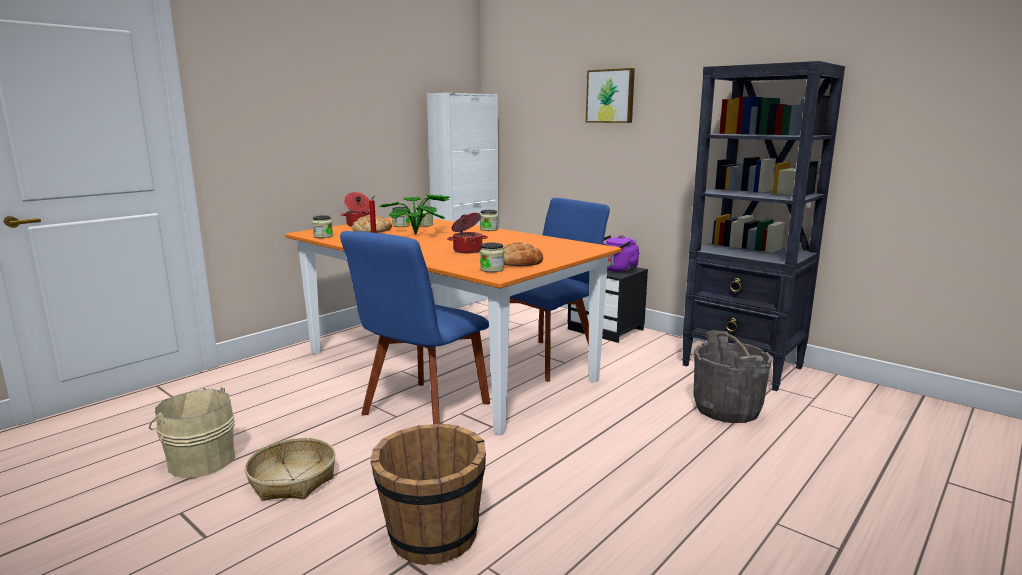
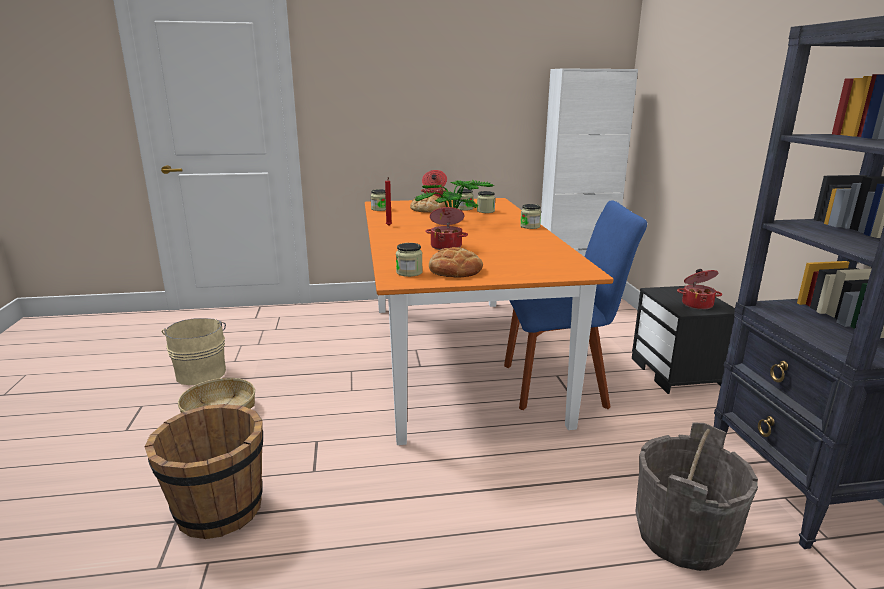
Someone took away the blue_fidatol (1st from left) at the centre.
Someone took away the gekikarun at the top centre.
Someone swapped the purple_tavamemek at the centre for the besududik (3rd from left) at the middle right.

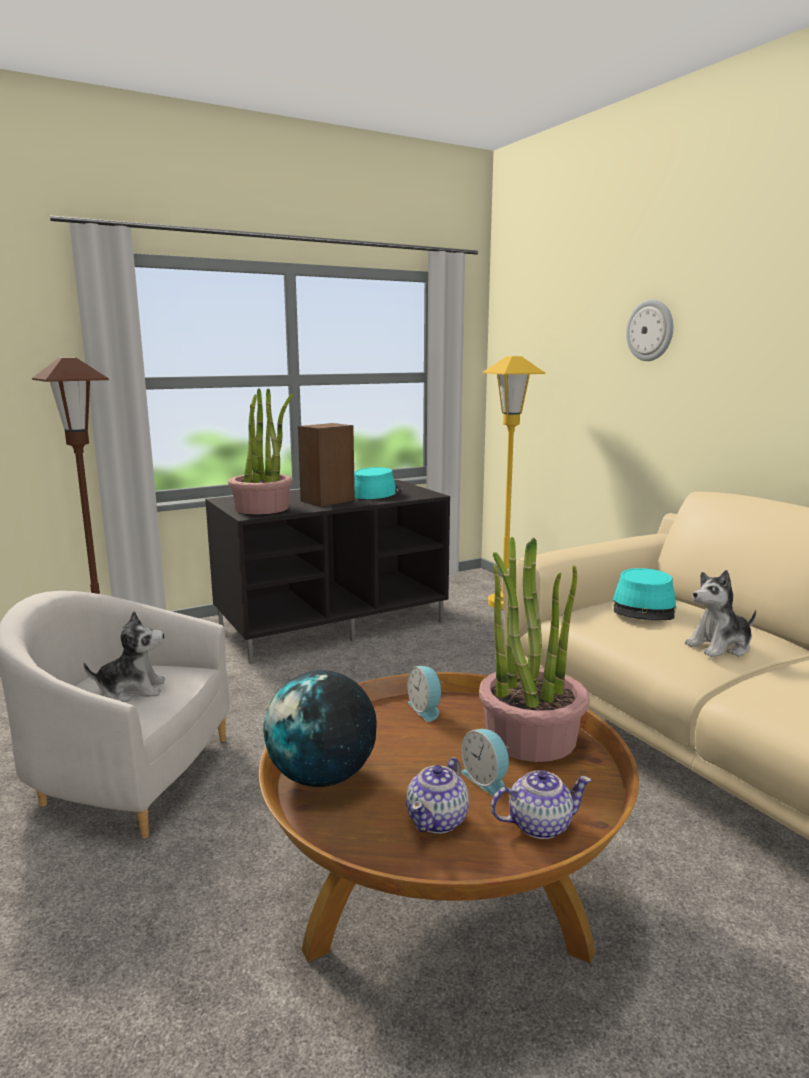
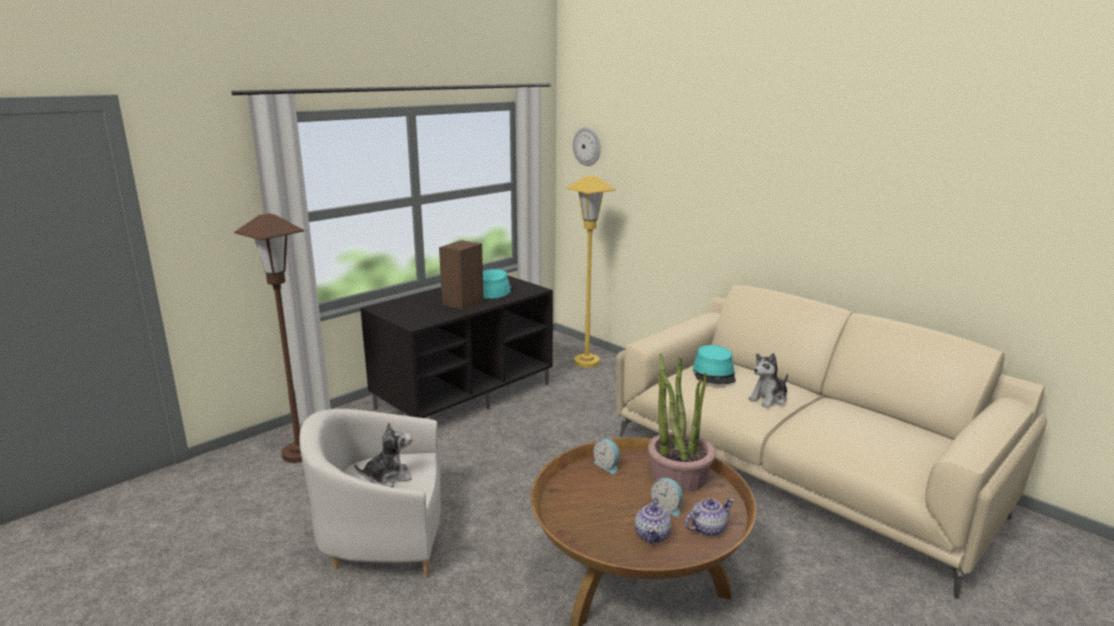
Someone took away the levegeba (1st from left) at the middle left.
Someone took away the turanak at the bottom centre.
Someone carried the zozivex from the top right to the top centre.

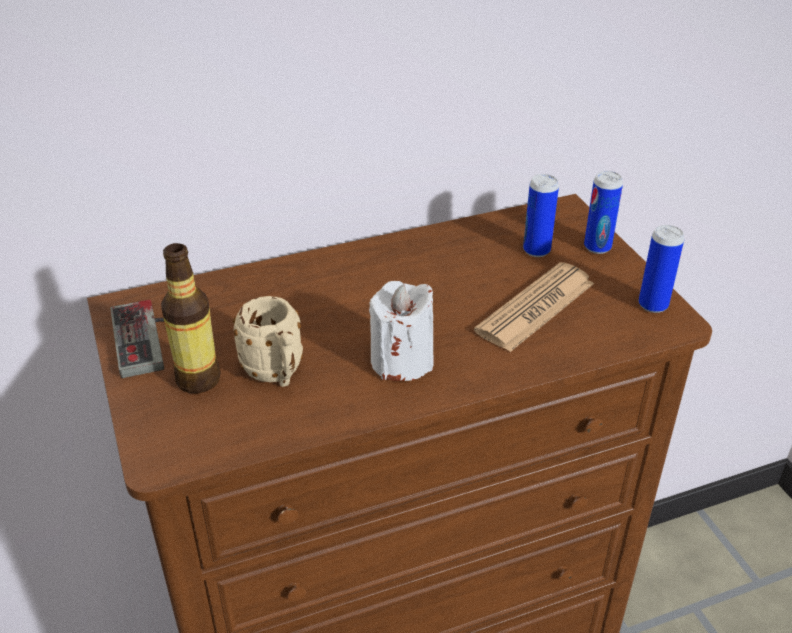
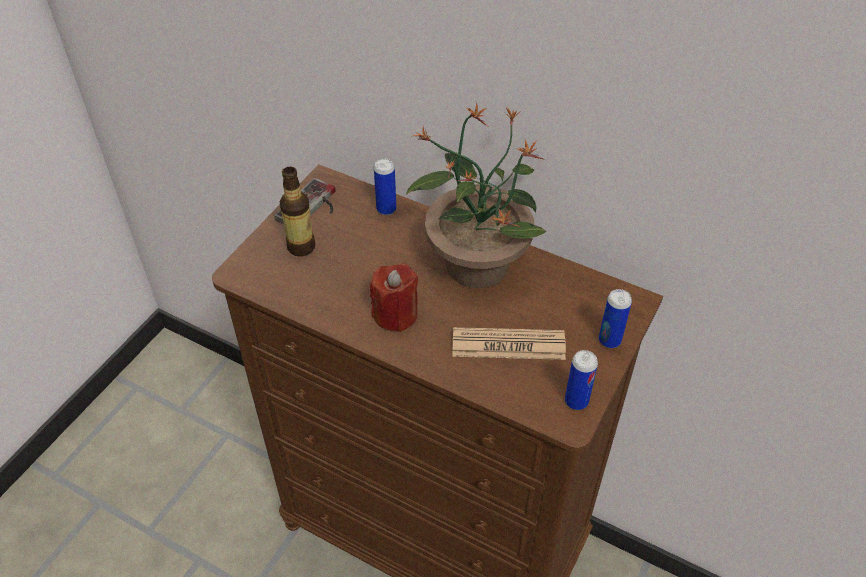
Someone took away the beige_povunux at the centre.
Someone repainted the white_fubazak at the centre, which became the red_fubazak at the centre.
Someone carried the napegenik (1st from left) from the middle right to the top centre.
Someone put down the levegeba at the centre.

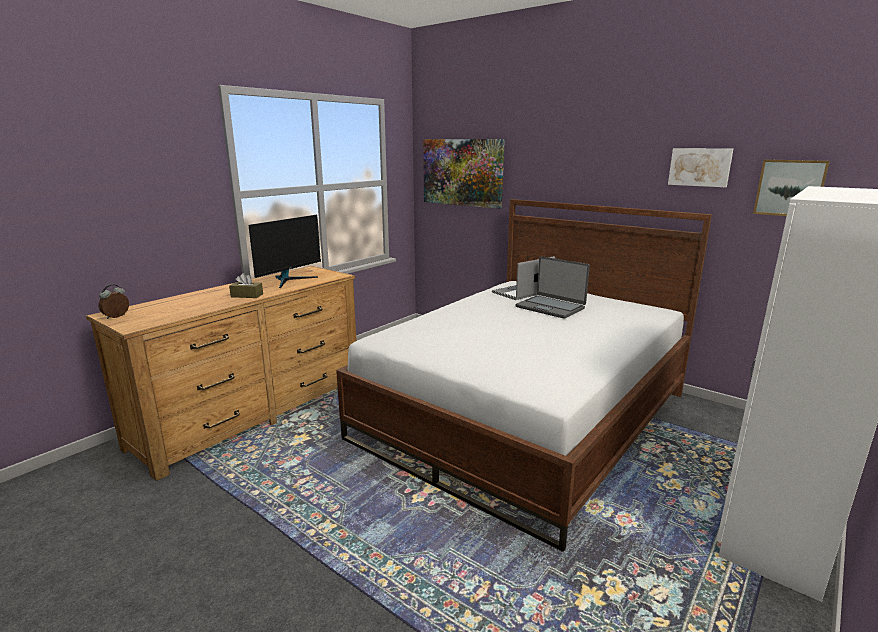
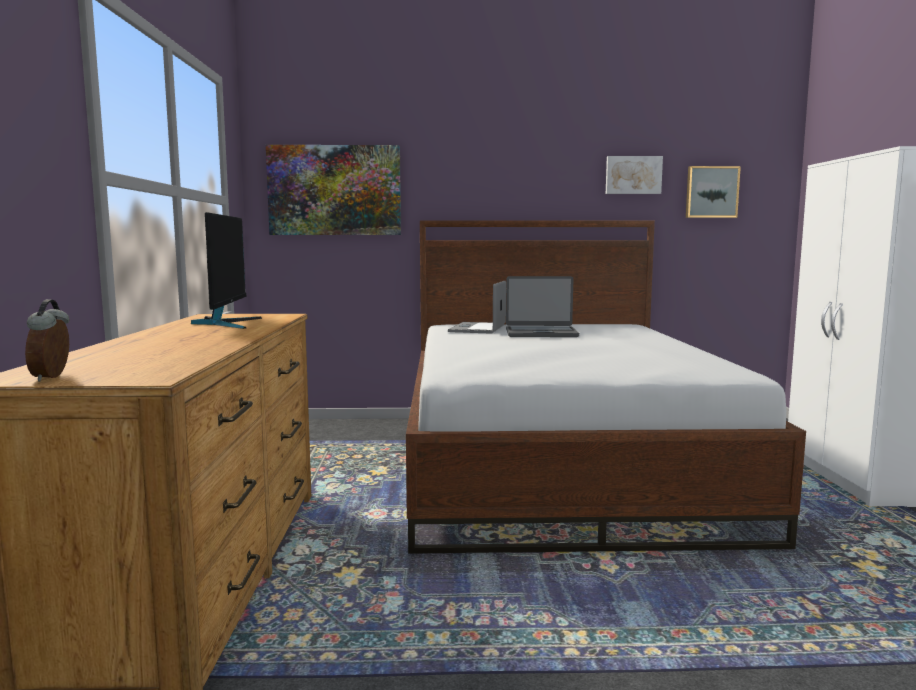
Someone took away the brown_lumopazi at the middle left.

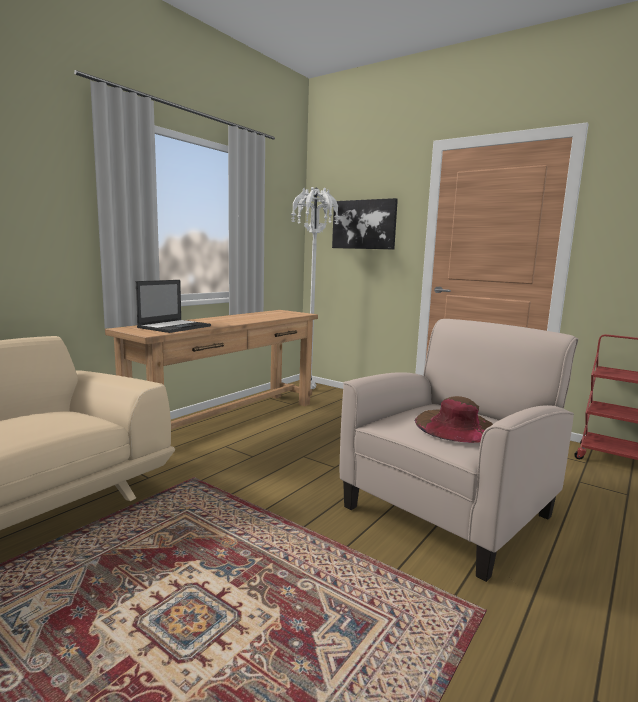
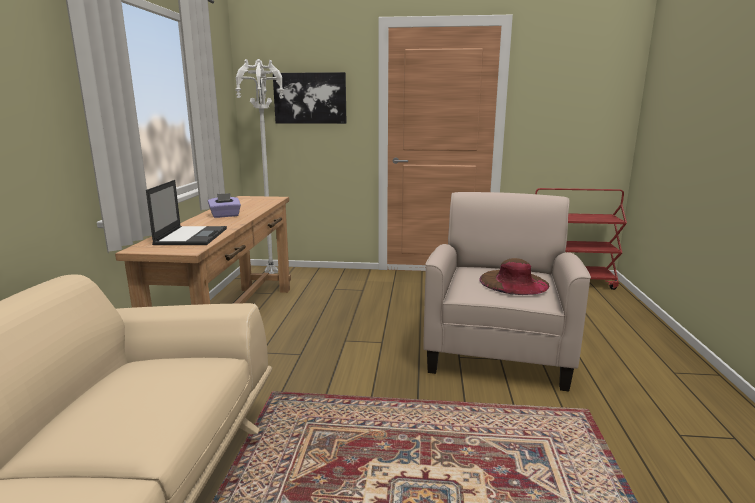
Someone put down the purple_lumopazi at the middle left.

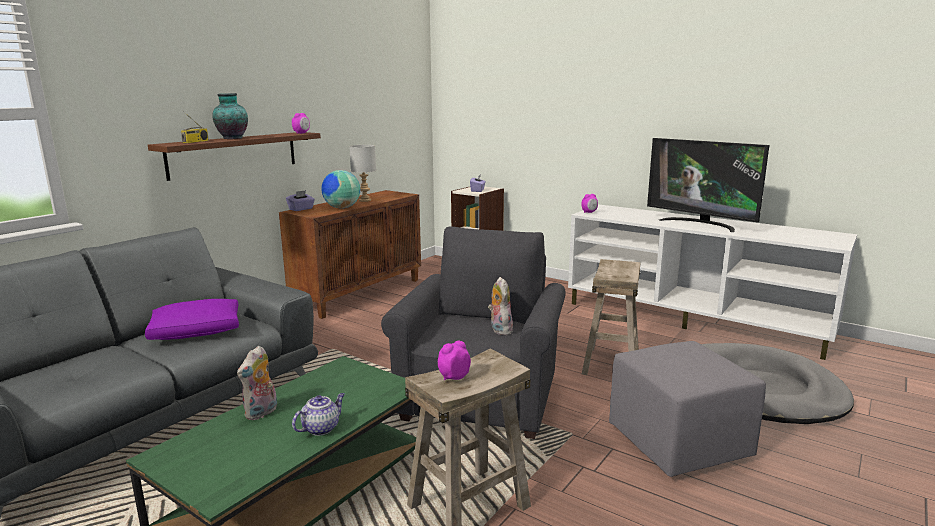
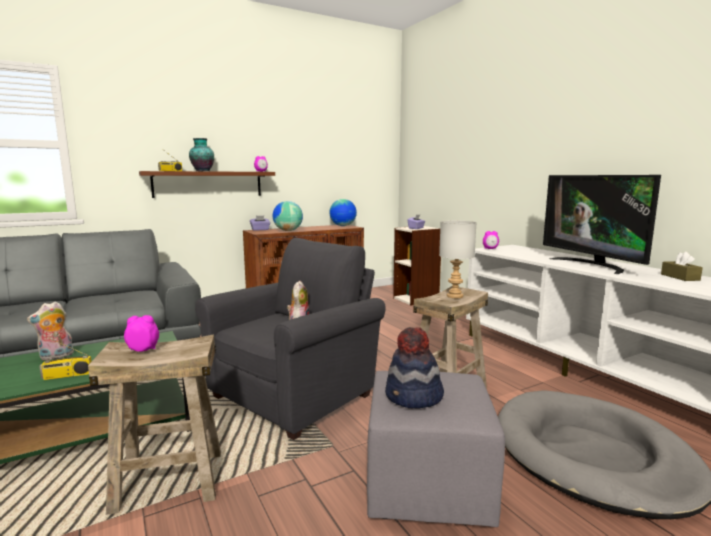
Someone took away the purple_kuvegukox at the middle left.
Someone swapped the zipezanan at the bottom centre for the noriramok (1st from left) at the bottom left.
Someone carried the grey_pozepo from the top centre to the centre.
Someone put down the turanak (2nd from left) at the centre.
Someone put down the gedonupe at the bottom centre.
Someone put down the brown_lumopazi at the middle right.

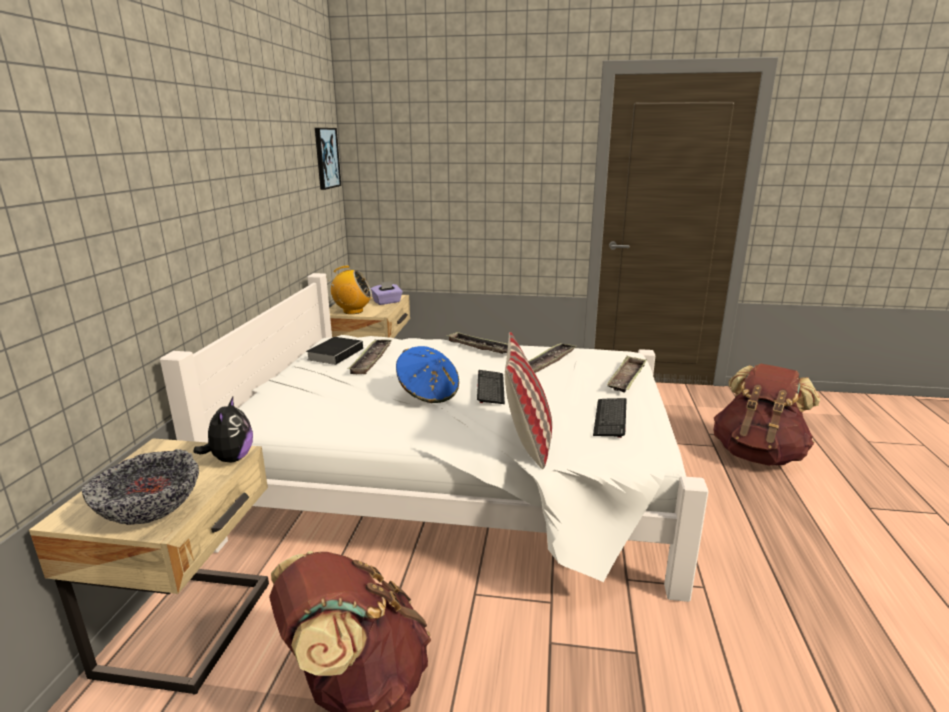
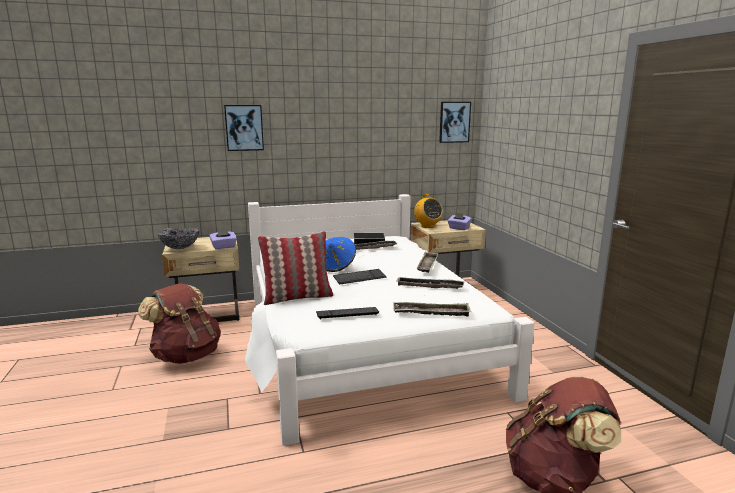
Someone swapped the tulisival at the middle left for the purple_lumopazi (1st from left) at the middle left.
Someone put up the gekikarun (1st from left) at the top left.

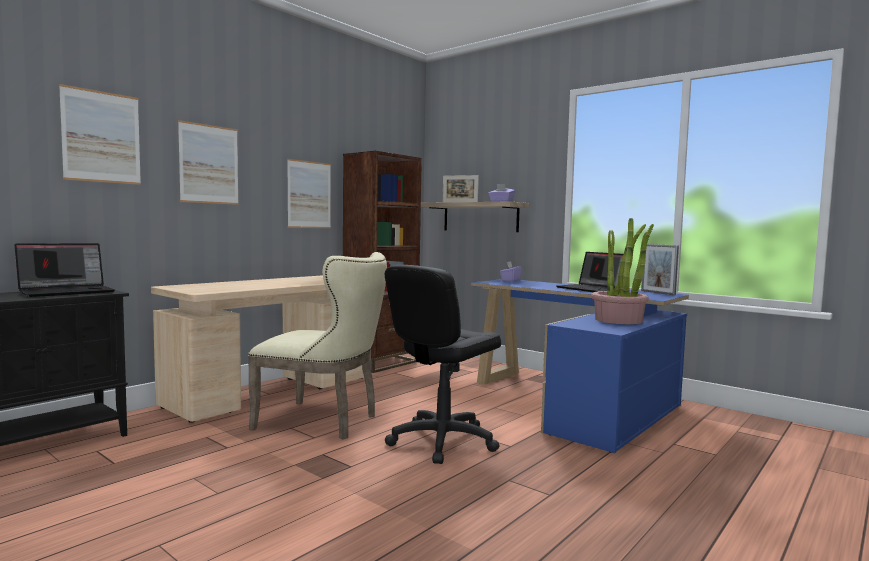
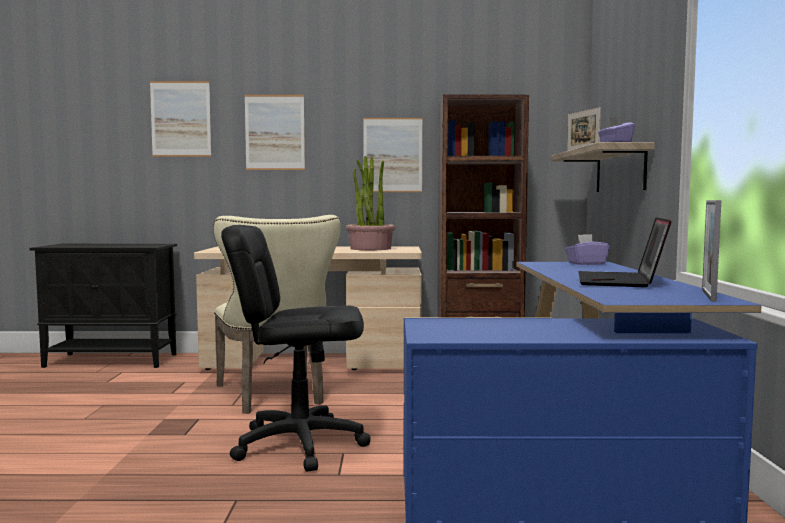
Someone took away the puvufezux (1st from left) at the middle left.
Someone carried the levegeba from the middle right to the centre.

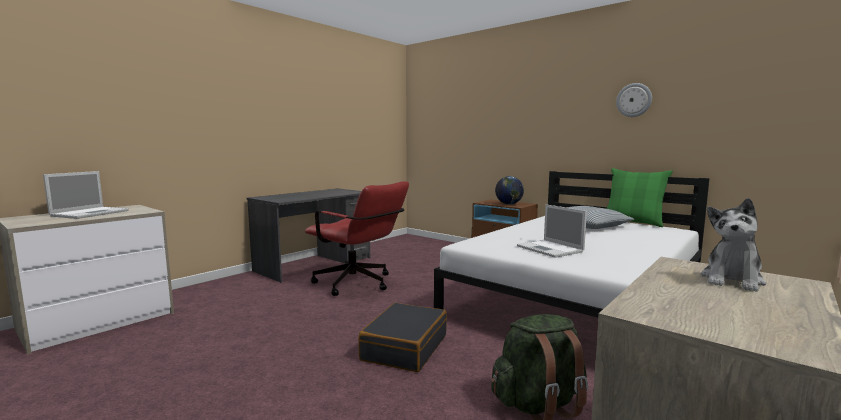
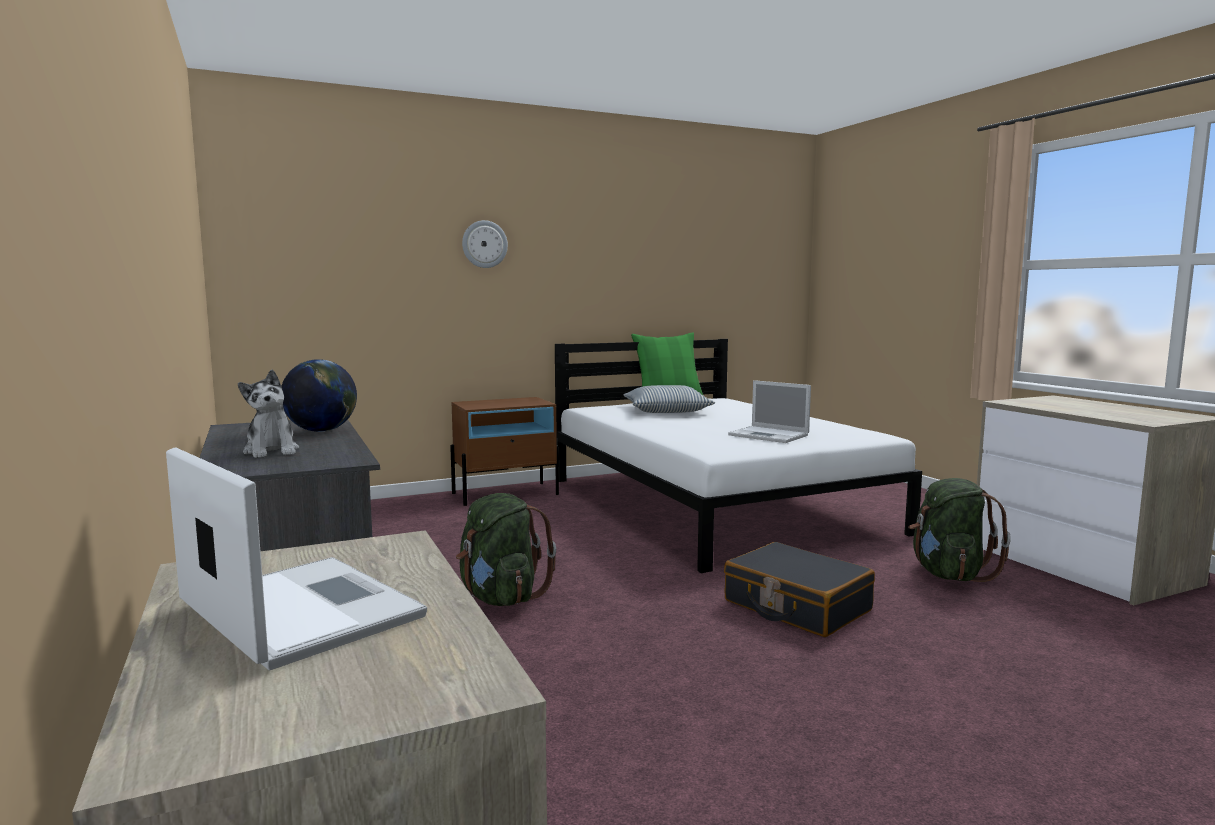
Someone swapped the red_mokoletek at the centre for the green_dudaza (1st from left) at the centre.
Someone carried the turanak from the centre to the middle left.
Someone rotated the puvufezux (2nd from left) at the centre by 45 degrees clockwise.
Someone carried the zozivex from the top right to the top centre.
Someone carried the tulisival from the middle right to the middle left.

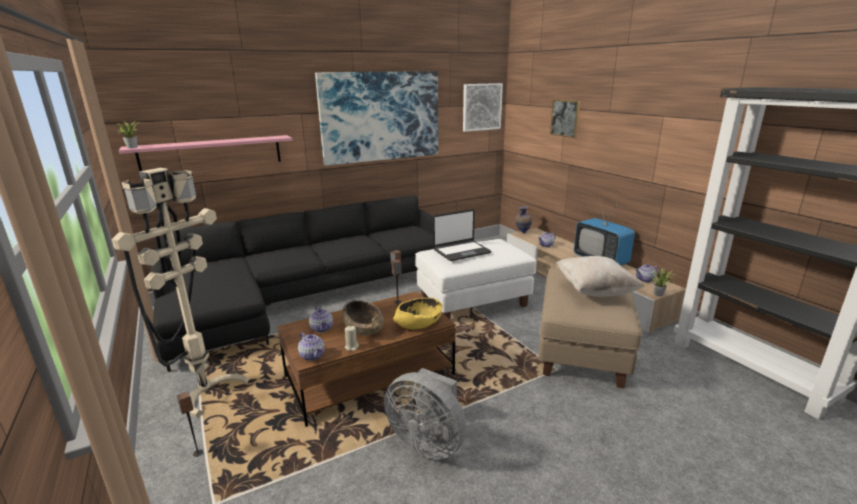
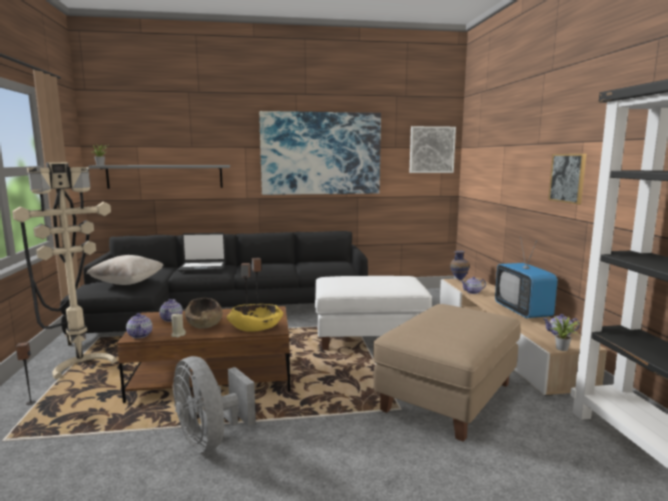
Someone repainted the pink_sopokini at the top left, which became the grey_sopokini at the middle left.
Someone carried the puvufezux from the centre to the middle left.
Someone carried the gekikarun (3rd from left) from the top centre to the middle right.
Someone carried the beige_kuvegukox from the middle right to the middle left.

